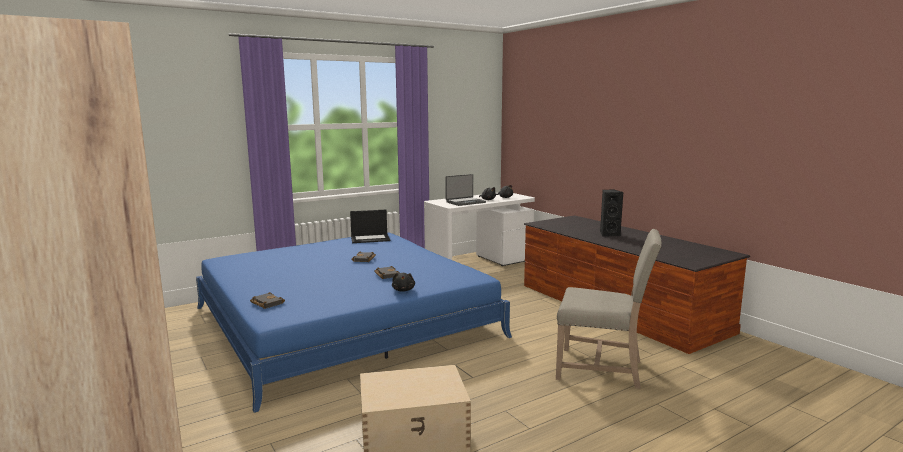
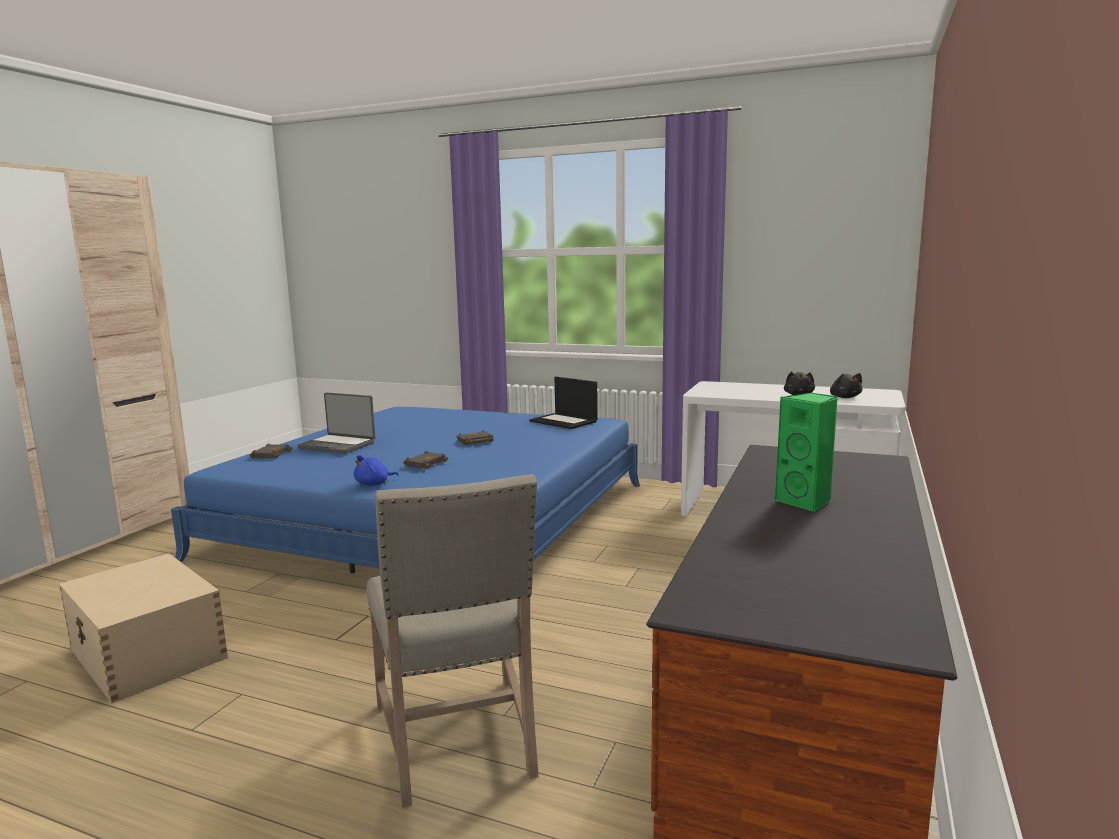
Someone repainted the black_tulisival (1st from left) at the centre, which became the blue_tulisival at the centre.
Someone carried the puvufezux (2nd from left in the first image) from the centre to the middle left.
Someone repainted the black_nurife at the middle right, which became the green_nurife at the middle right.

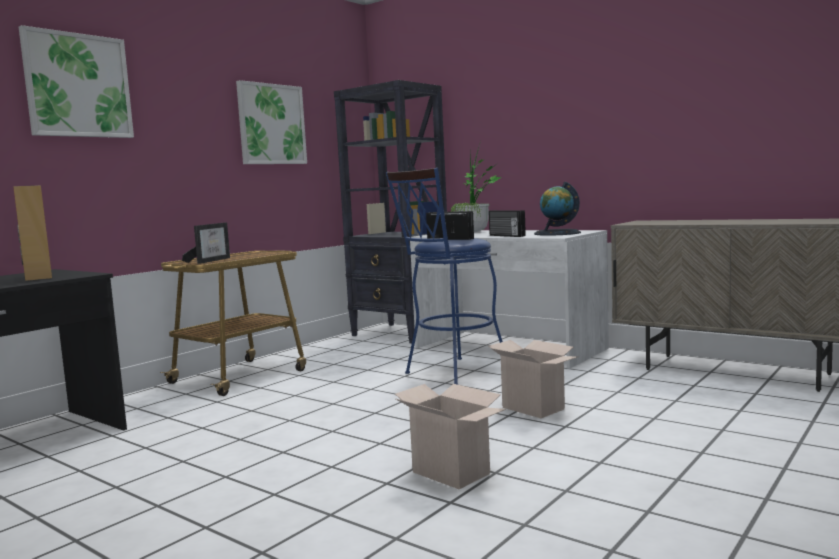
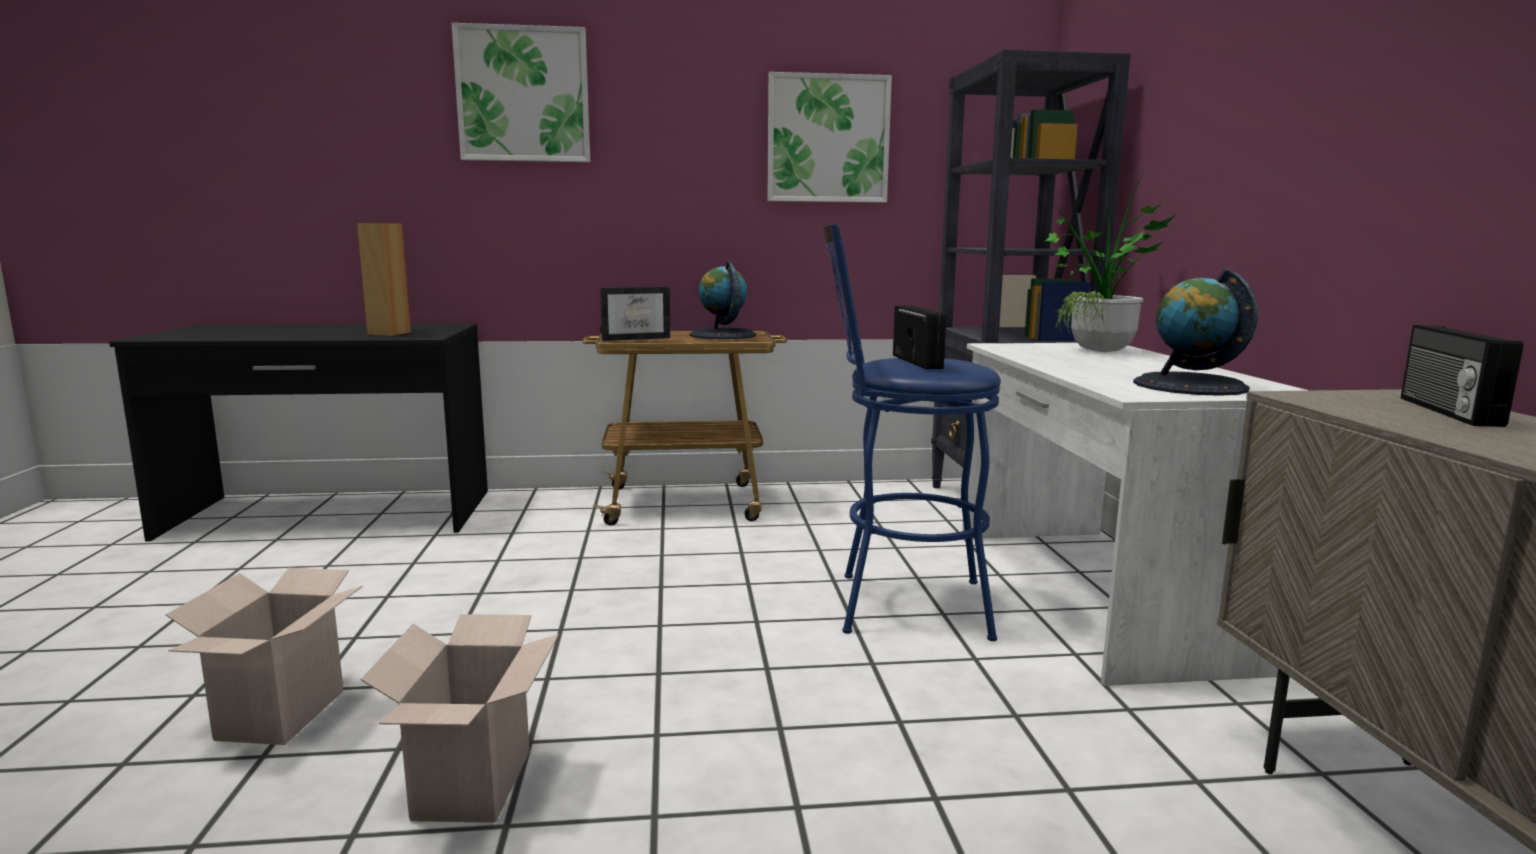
Someone carried the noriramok (2nd from left) from the centre to the middle right.
Someone carried the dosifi (2nd from left in the first image) from the bottom centre to the bottom left.
Someone put down the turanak (1st from left) at the centre.

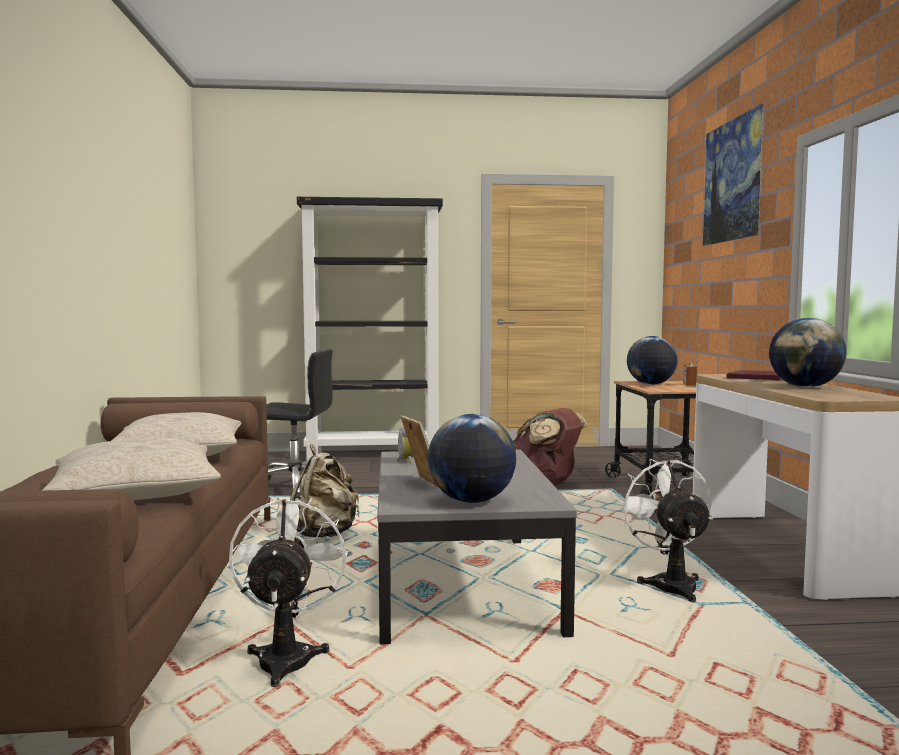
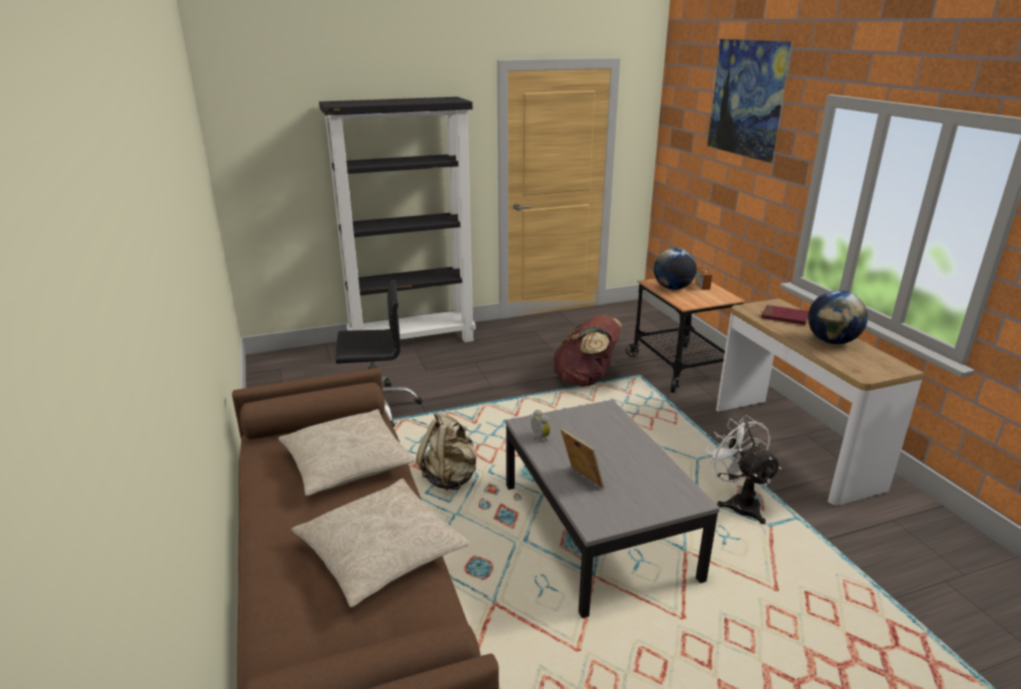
Someone took away the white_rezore (1st from left) at the bottom left.
Someone took away the turanak (1st from left) at the centre.

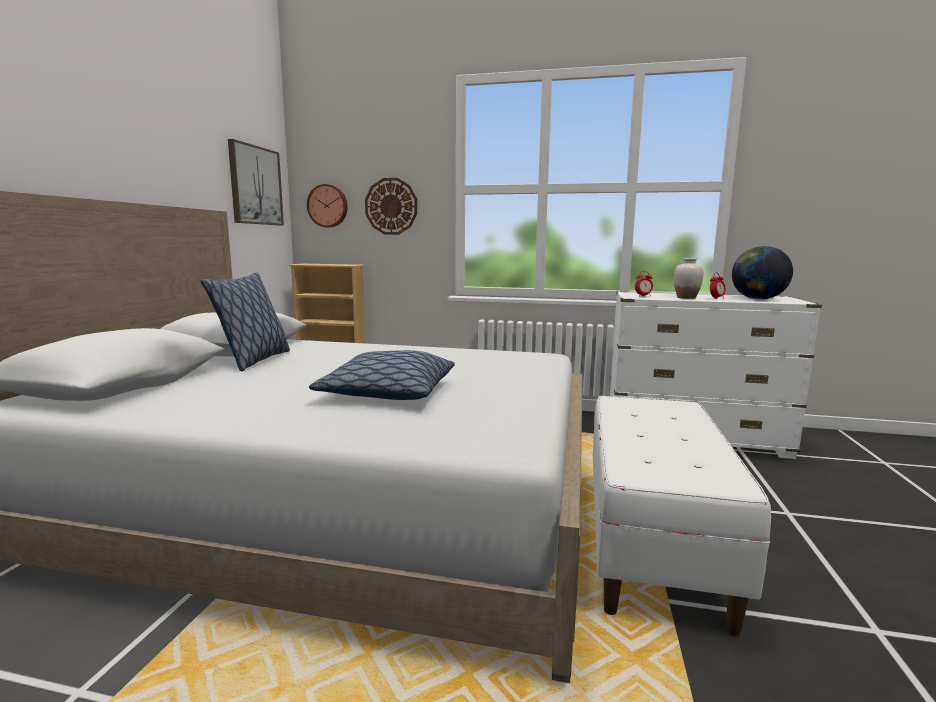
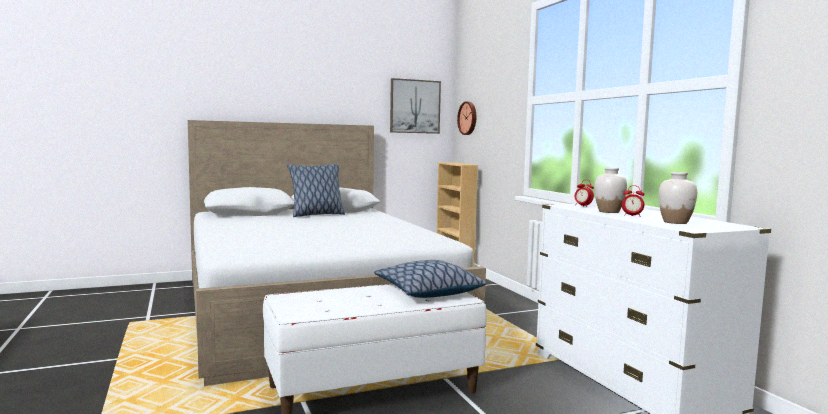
Someone carried the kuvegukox (2nd from left) from the centre to the bottom centre.
Someone took away the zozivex (2nd from left) at the top centre.
Someone swapped the turanak at the middle right for the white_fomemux (2nd from left) at the middle right.

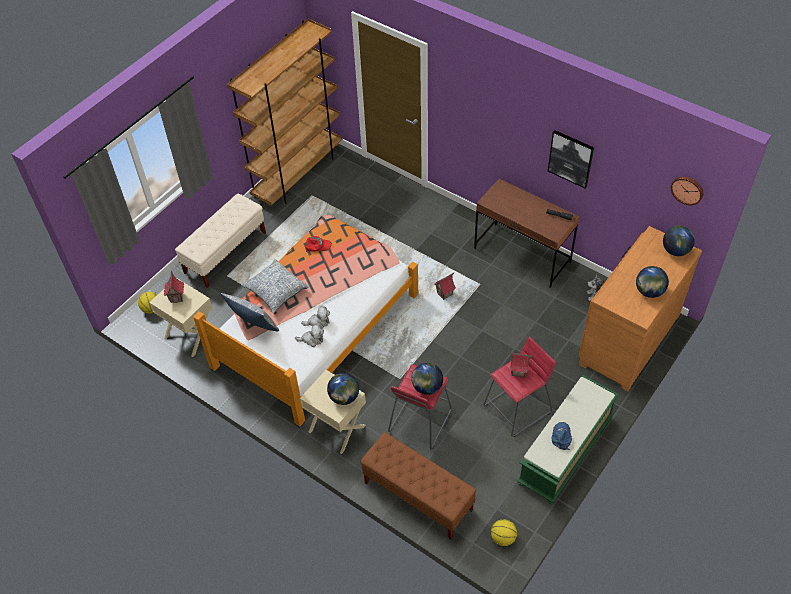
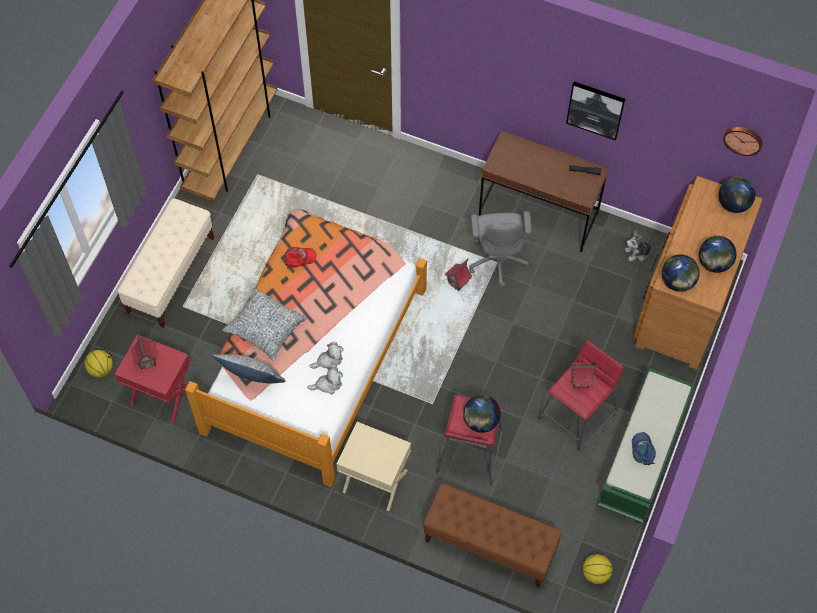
Someone repainted the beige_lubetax (1st from left) at the middle left, which became the red_lubetax at the middle left.
Someone carried the turanak (1st from left in the first image) from the centre to the middle right.
Someone put down the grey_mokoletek at the centre.

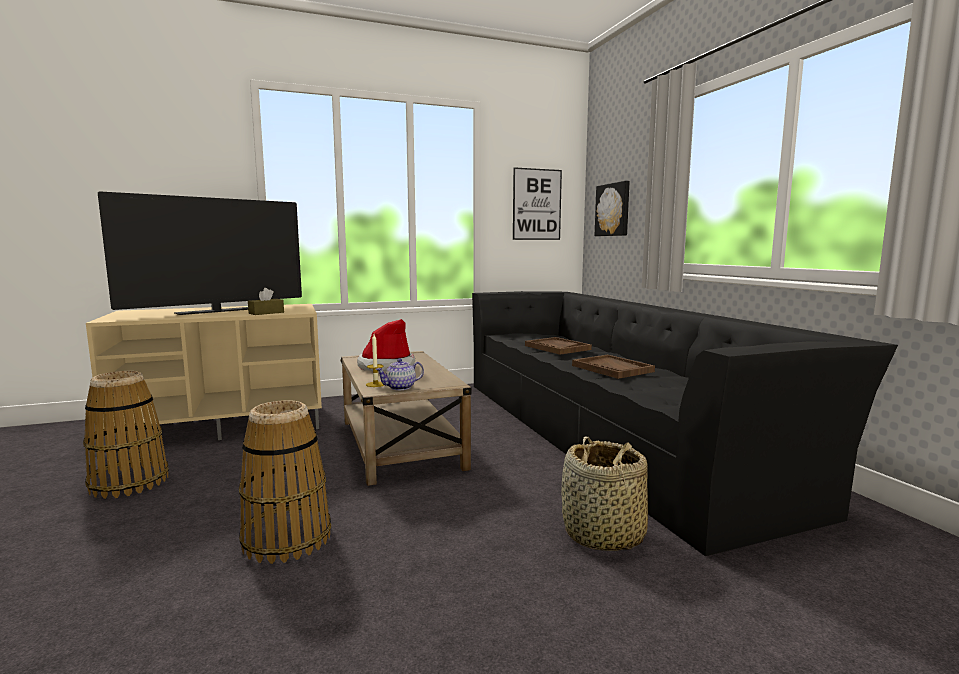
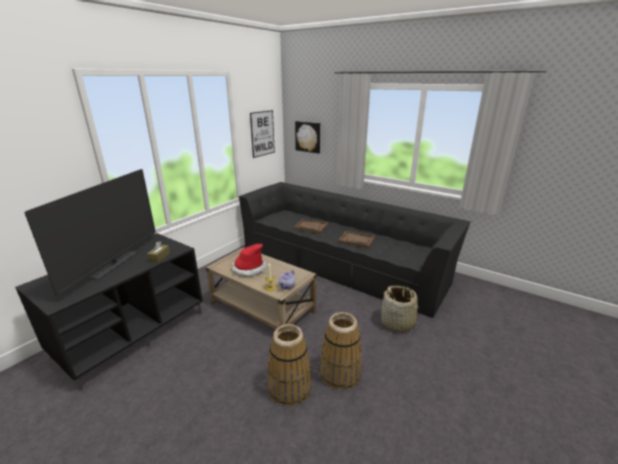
Someone carried the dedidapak (1st from left in the first image) from the middle left to the bottom centre.
Someone repainted the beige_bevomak at the middle left, which became the black_bevomak at the bottom left.

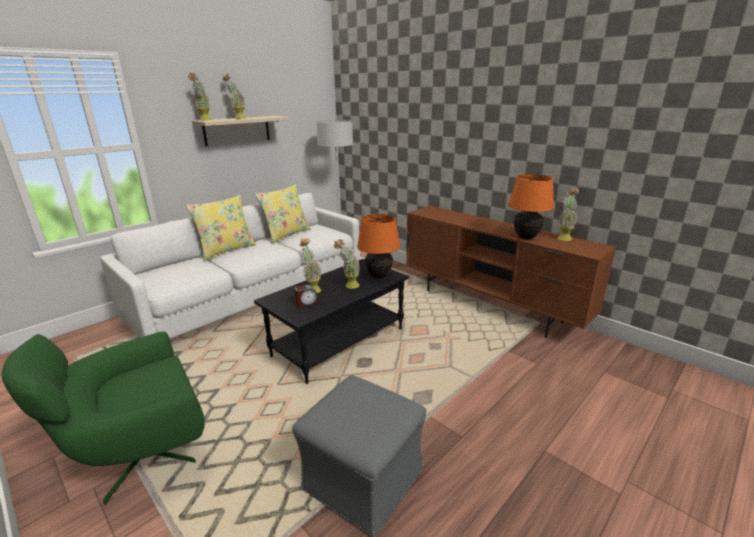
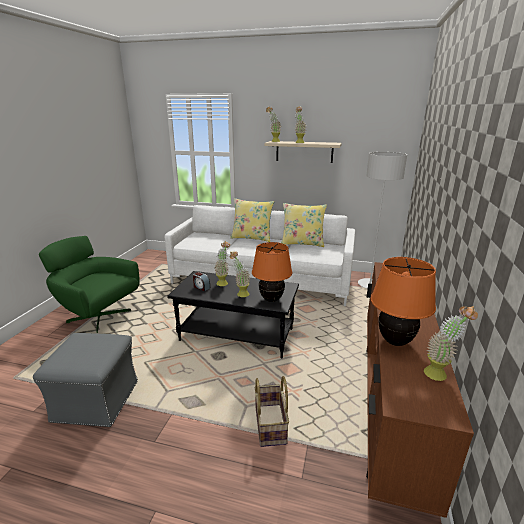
Someone put down the dedidapak at the bottom centre.

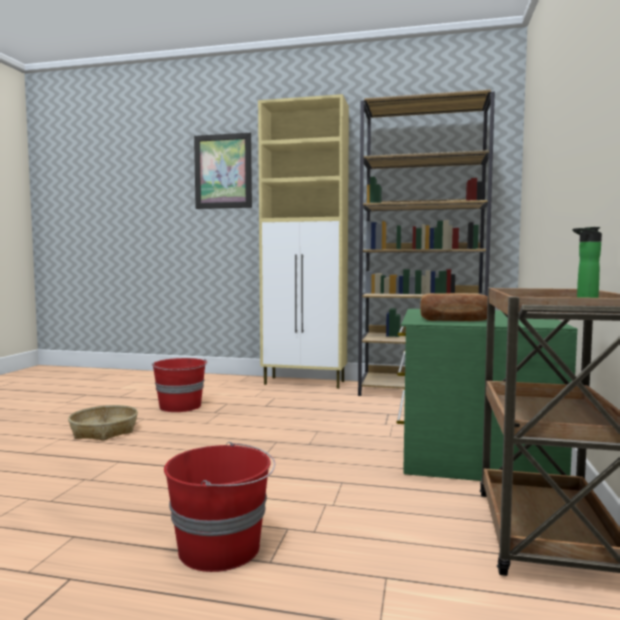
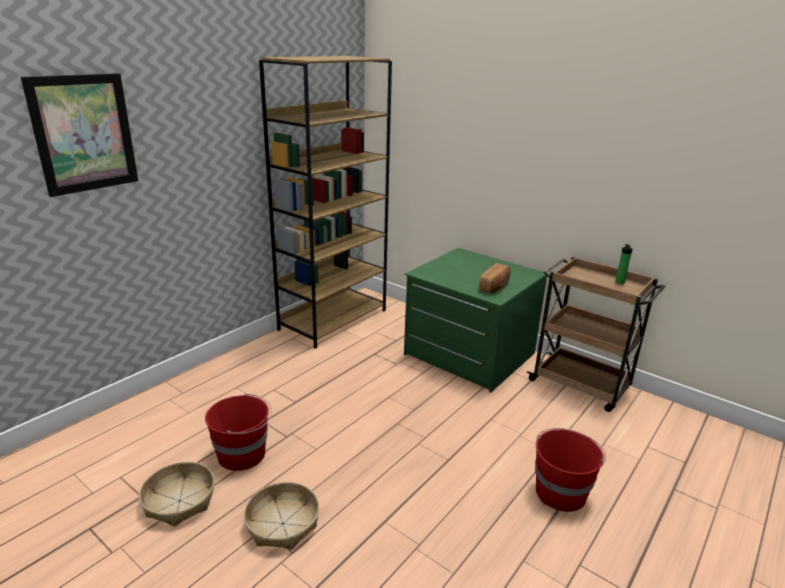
Someone took away the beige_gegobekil at the centre.
Someone put down the dedidapak (1st from left) at the bottom left.

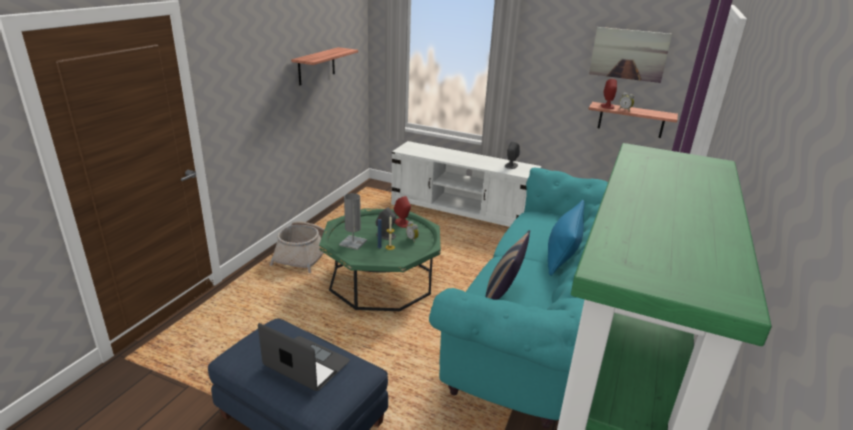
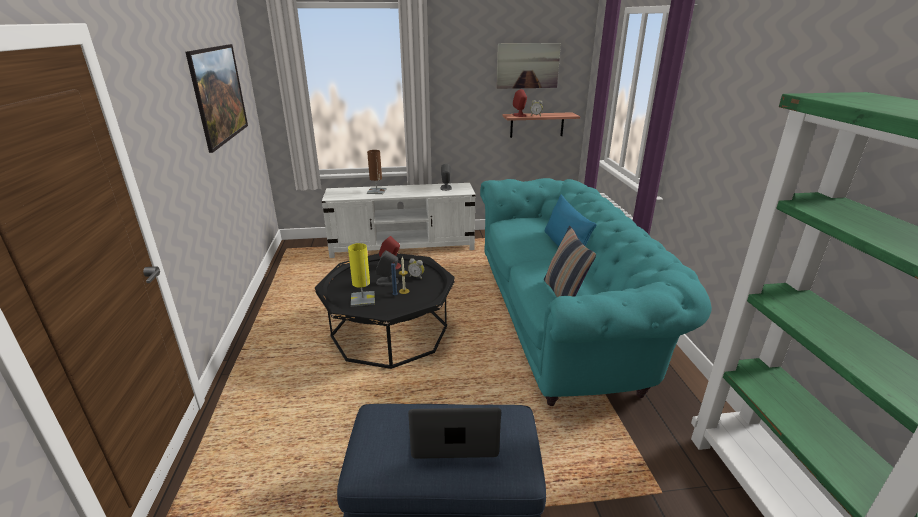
Someone took away the dedidapak at the centre.
Someone swapped the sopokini (1st from left) at the top centre for the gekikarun (1st from left) at the top left.
Someone repainted the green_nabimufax at the centre, which became the black_nabimufax at the centre.
Someone repainted the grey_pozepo at the centre, which became the yellow_pozepo at the centre.
Someone put down the brown_pozepo at the top centre.

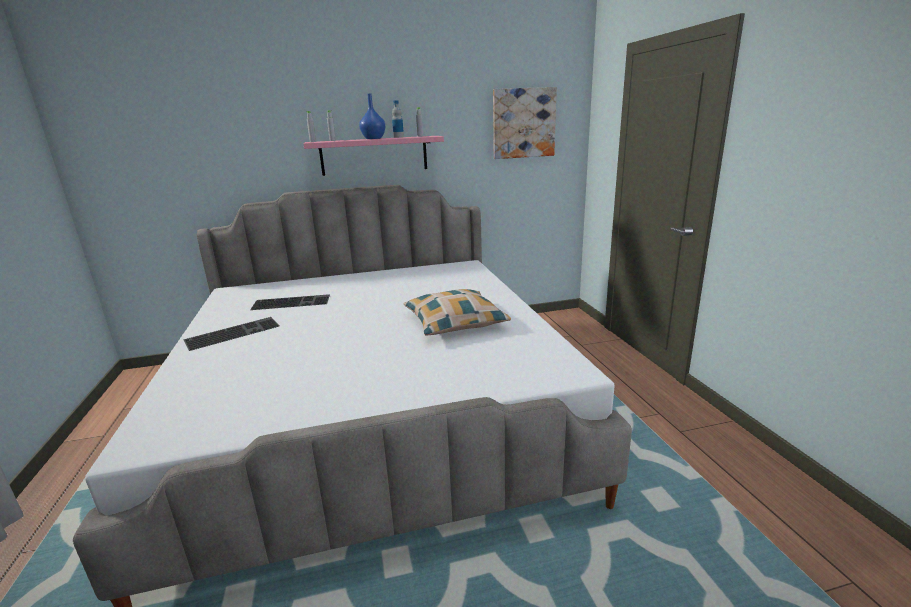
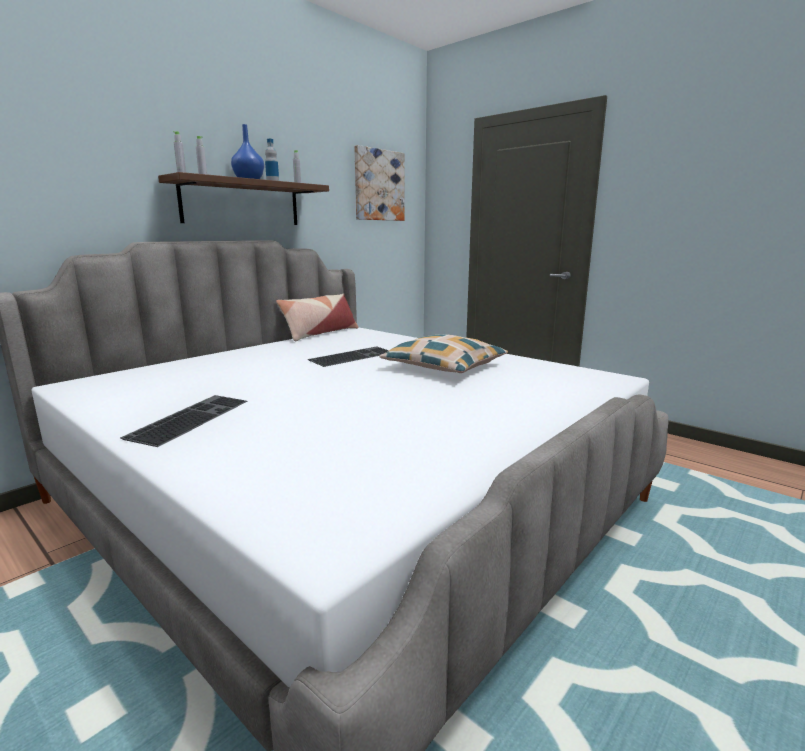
Someone carried the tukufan (2nd from left) from the middle left to the centre.
Someone repainted the pink_sopokini at the top centre, which became the brown_sopokini at the top left.
Someone put down the kuvegukox (1st from left) at the centre.

